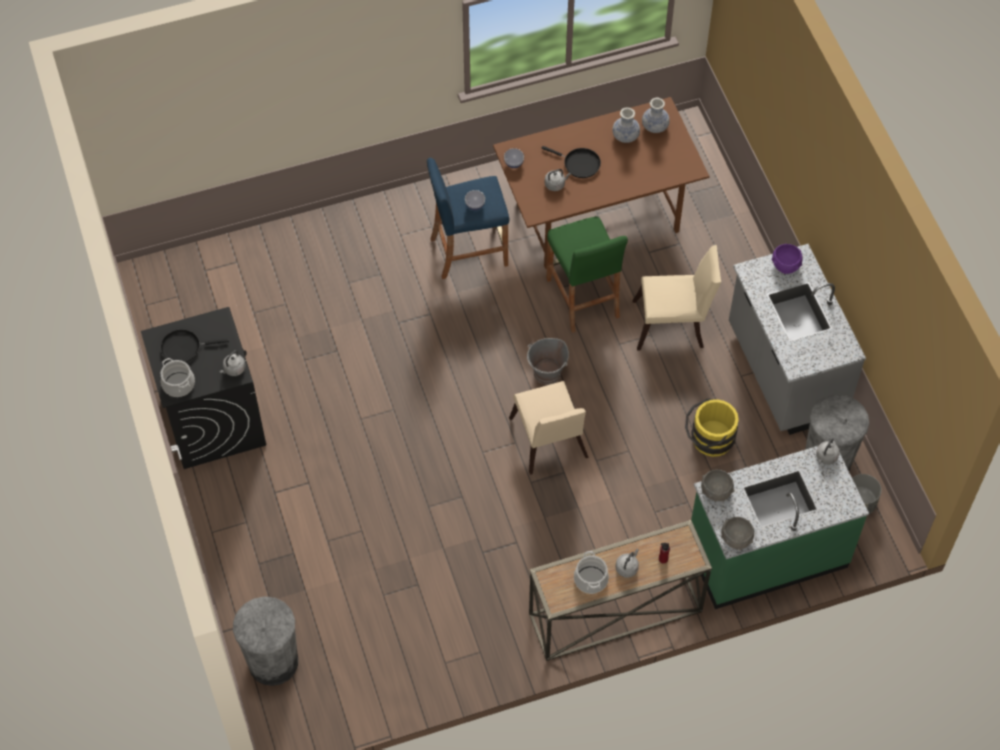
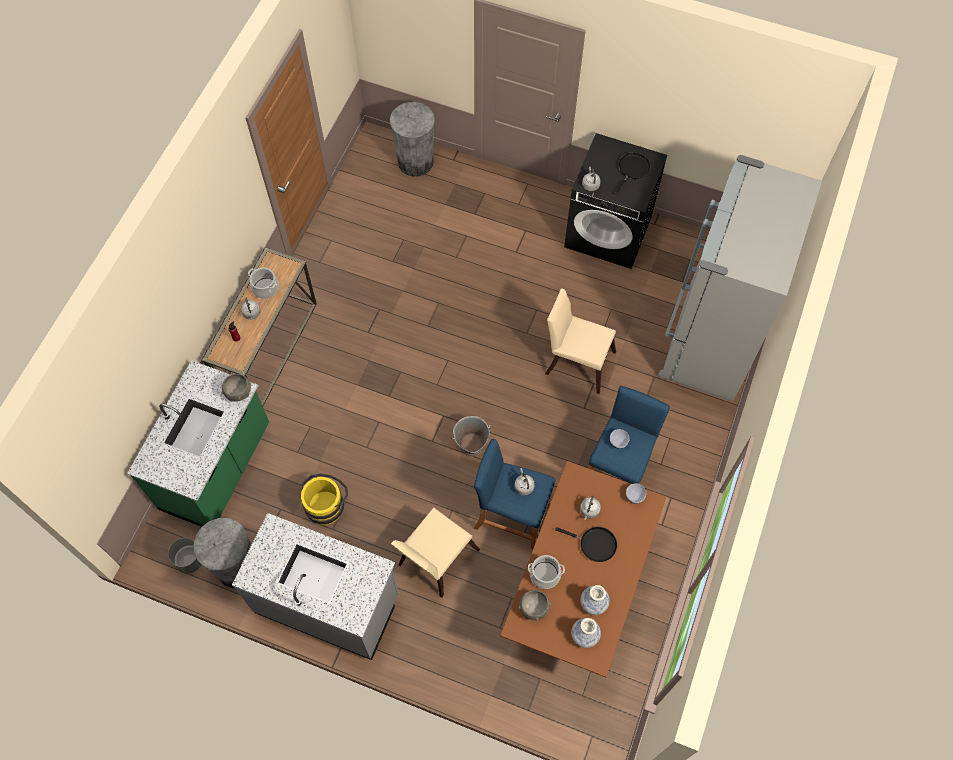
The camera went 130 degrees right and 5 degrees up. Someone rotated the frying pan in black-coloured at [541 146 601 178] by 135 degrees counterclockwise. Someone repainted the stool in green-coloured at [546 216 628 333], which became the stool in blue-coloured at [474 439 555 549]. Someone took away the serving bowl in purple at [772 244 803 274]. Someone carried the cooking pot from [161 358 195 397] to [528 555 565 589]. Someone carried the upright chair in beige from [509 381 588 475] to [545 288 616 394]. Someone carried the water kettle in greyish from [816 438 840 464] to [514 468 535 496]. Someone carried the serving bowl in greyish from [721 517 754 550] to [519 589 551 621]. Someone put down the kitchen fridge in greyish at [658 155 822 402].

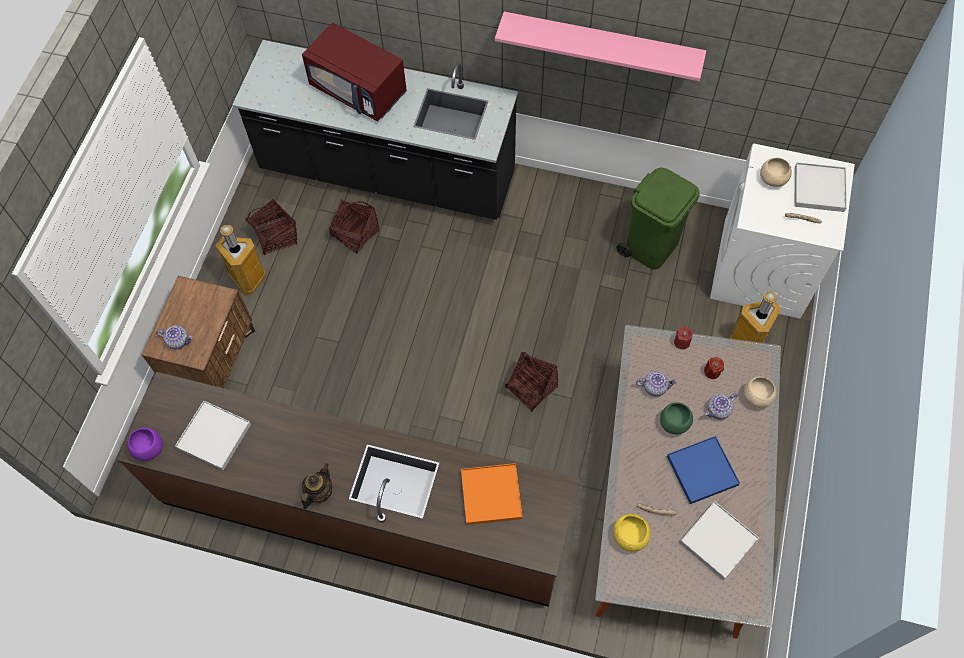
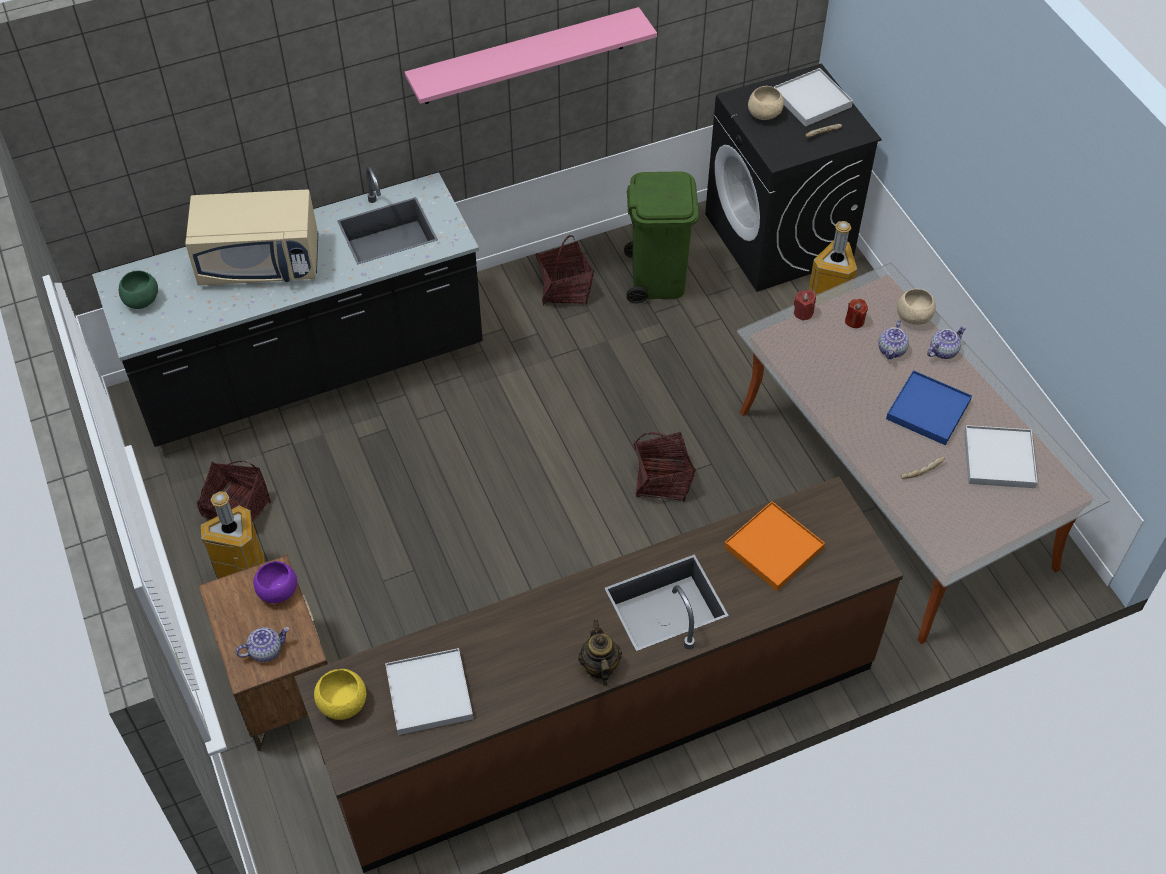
The camera went 40 degrees left and 10 degrees down. Someone repainted the microwave in reddish at [302 23 407 122], which became the microwave in beige at [185 189 318 286]. Someone repainted the laundry appliance in white at [710 144 855 319], which became the laundry appliance in black-coloured at [705 63 882 292]. Someone carried the household basket from [329 199 379 254] to [536 235 594 305]. Someone carried the teapot from [636 371 678 396] to [927 326 966 359]. Someone carried the serving bowl in green-coloured from [660 402 693 434] to [119 271 158 309]. Someone carried the serving bowl in purple from [127 427 163 461] to [253 561 297 603]. Someone carried the serving bowl in yellow from [613 514 651 552] to [314 669 366 720].

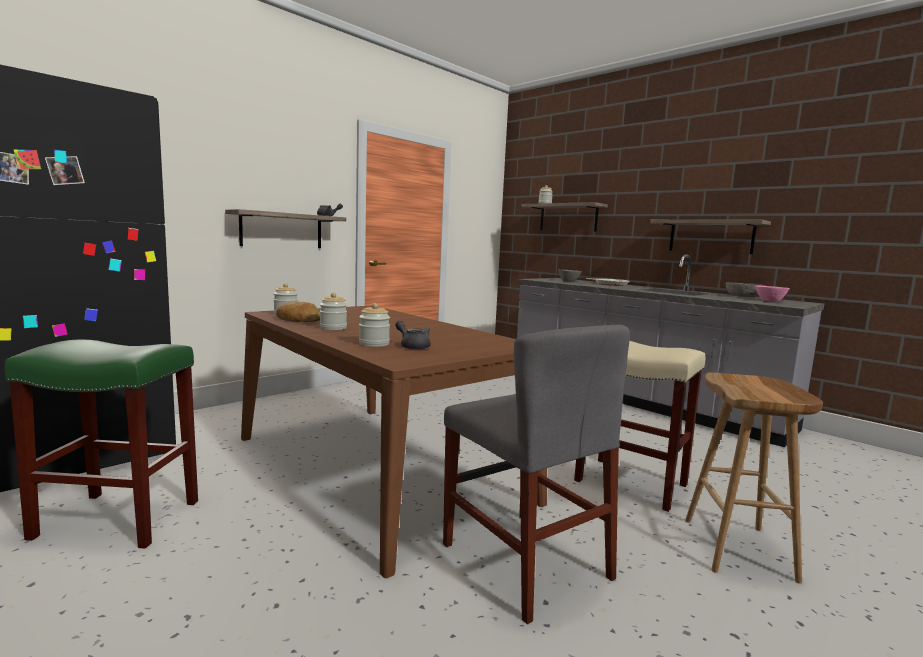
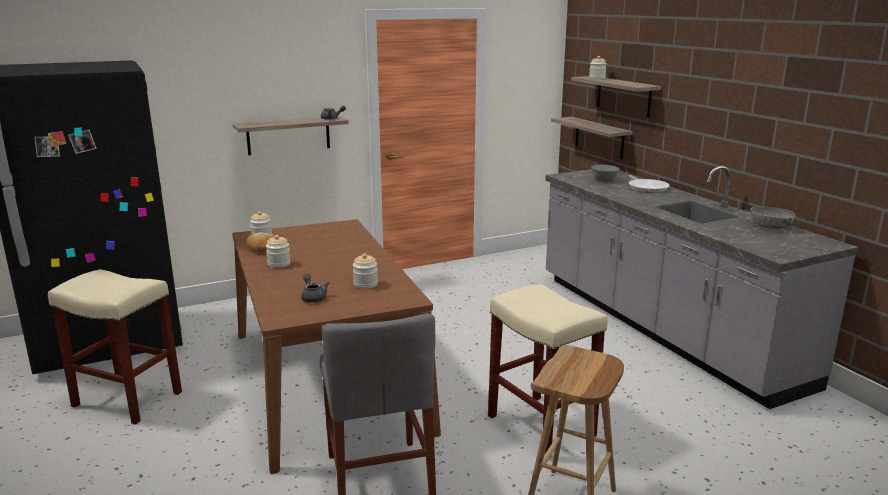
The camera went 20 degrees right and 10 degrees up. Someone carried the shelf from [650 219 771 254] to [551 117 633 159]. Someone took away the serving bowl in pinkish at [754 286 790 302]. Someone carried the jar from [359 303 390 347] to [353 254 378 289]. Someone repainted the stool in green-coloured at [4 339 198 548], which became the stool in beige at [48 269 182 425].

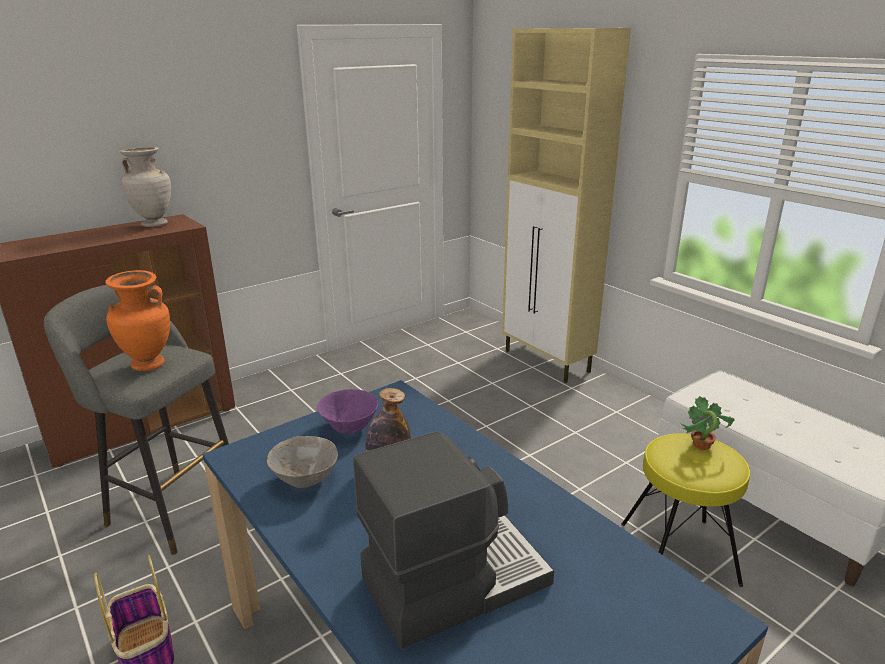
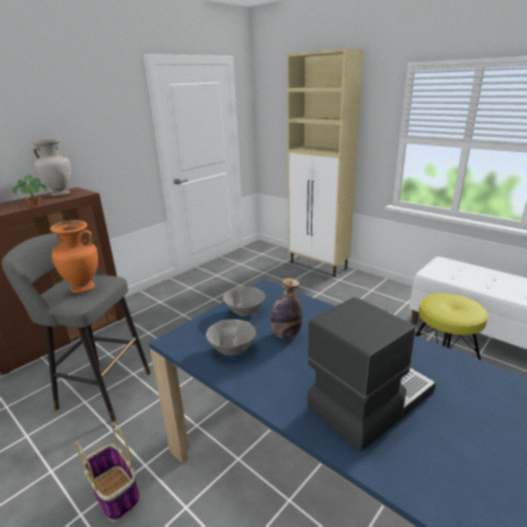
The camera went 10 degrees left and 0 degrees up. Someone repainted the serving bowl in purple at [317 389 378 434], which became the serving bowl in greyish at [223 287 265 317]. Someone carried the plant in a pot from [680 396 735 450] to [12 175 49 206].

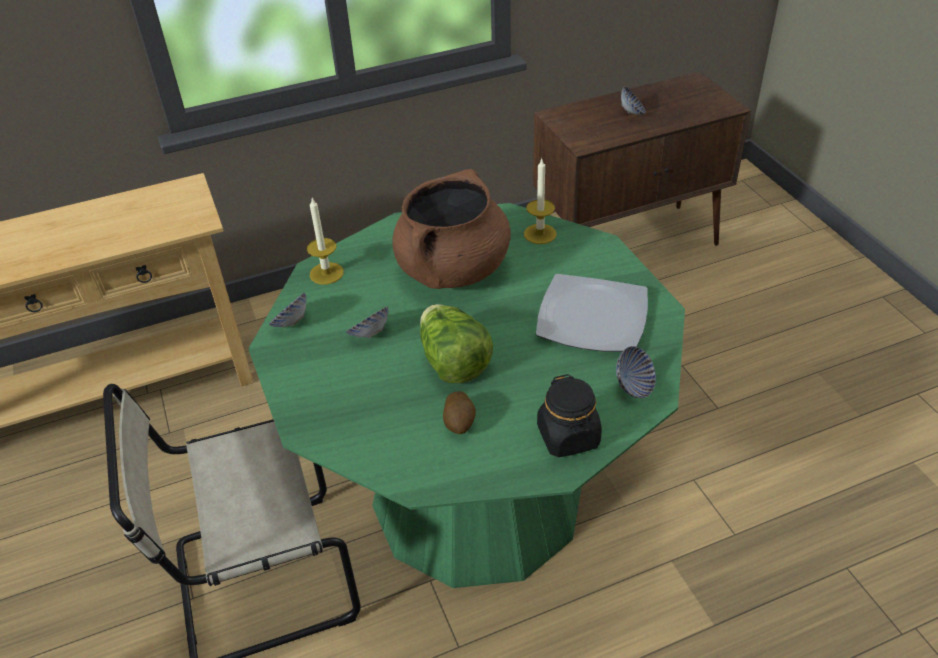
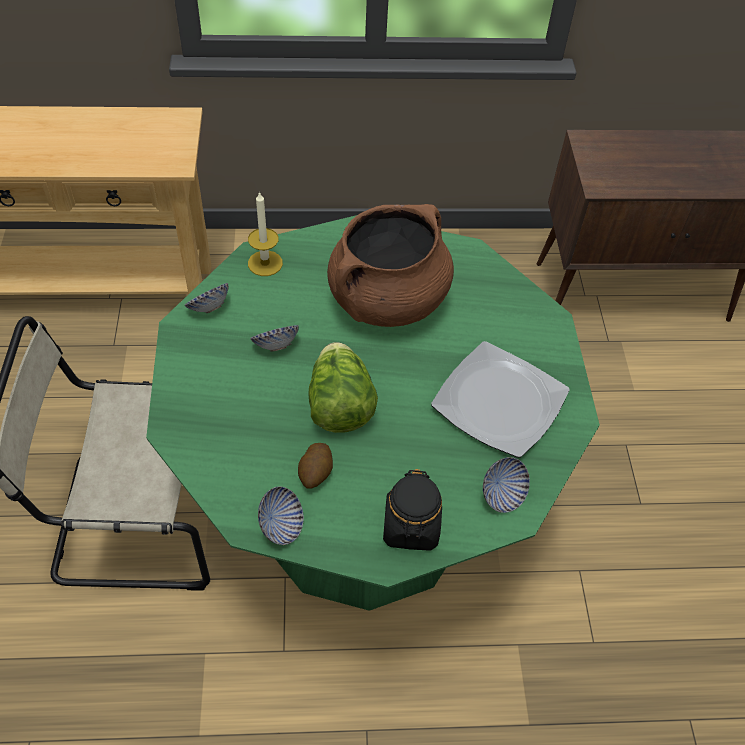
The camera went 15 degrees right and 10 degrees up. Someone carried the serving bowl from [621 86 646 115] to [258 487 304 545]. Someone took away the wax candle at [524 159 557 244].

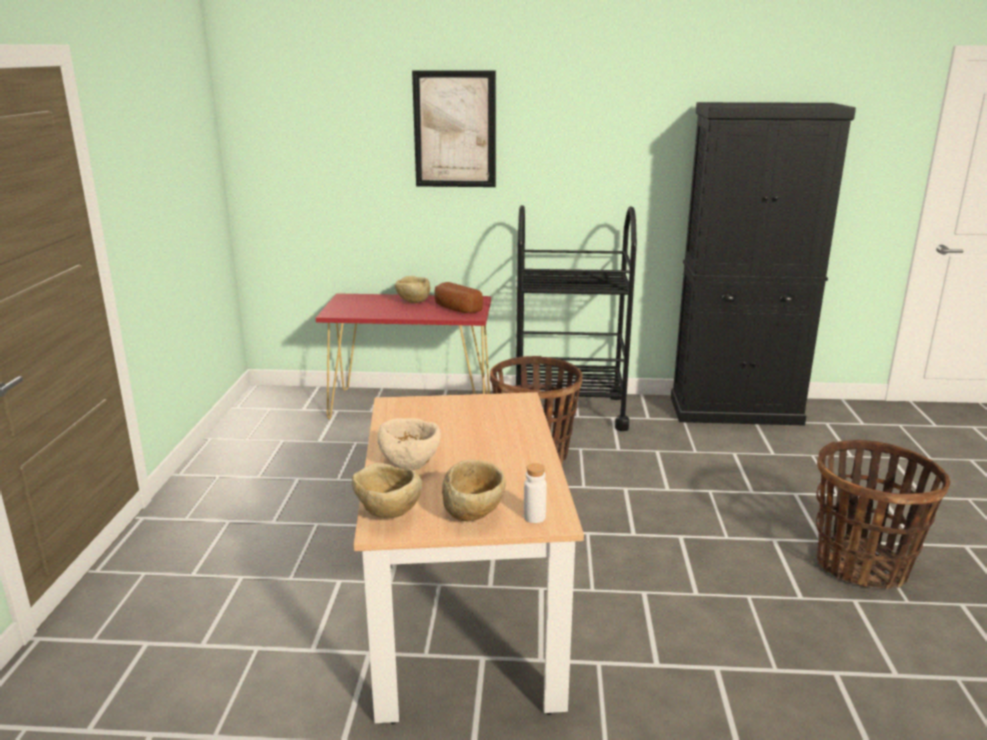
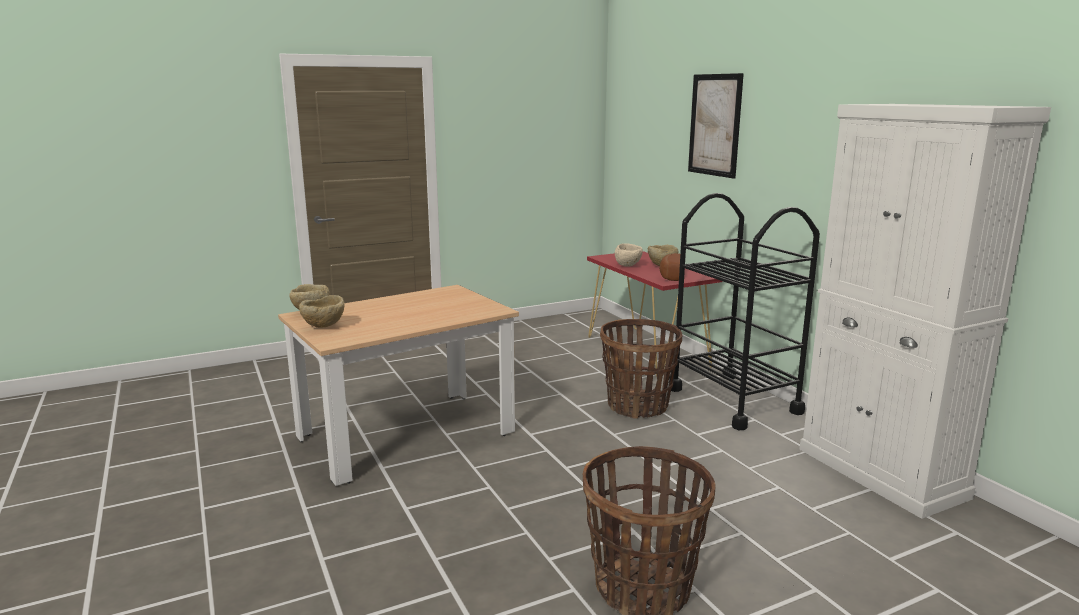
The camera went 60 degrees right and 5 degrees down. Someone repainted the cabinet in black-coloured at [671 102 856 426], which became the cabinet in white at [799 104 1051 519]. Someone carried the serving bowl in beige from [378 418 441 470] to [615 243 643 267]. Someone took away the beverage bottle in white at [524 463 547 523].

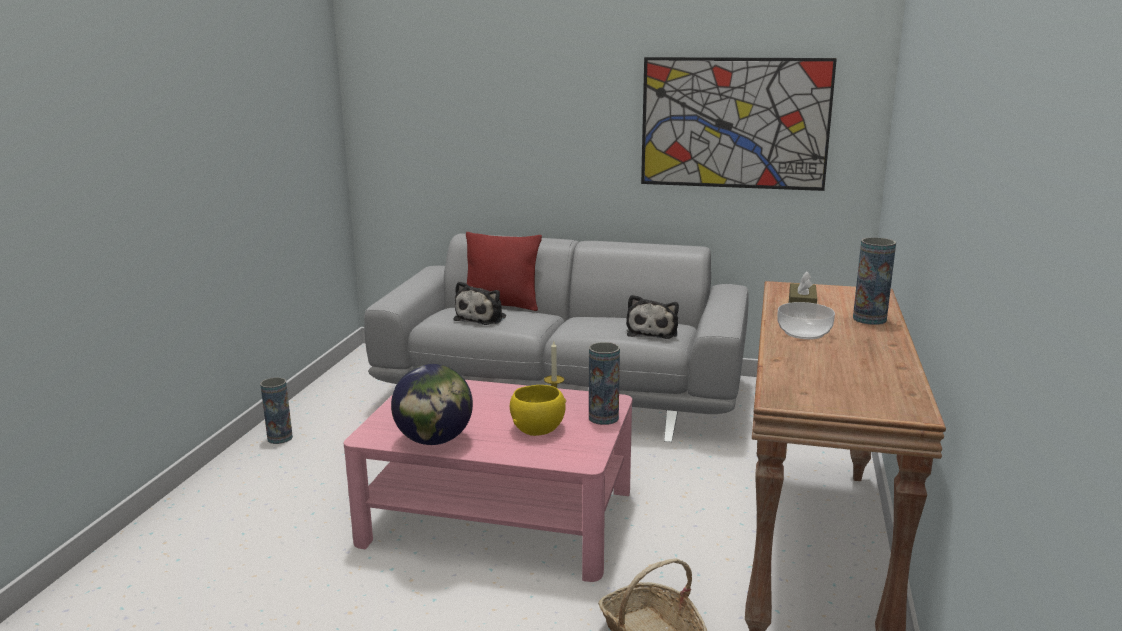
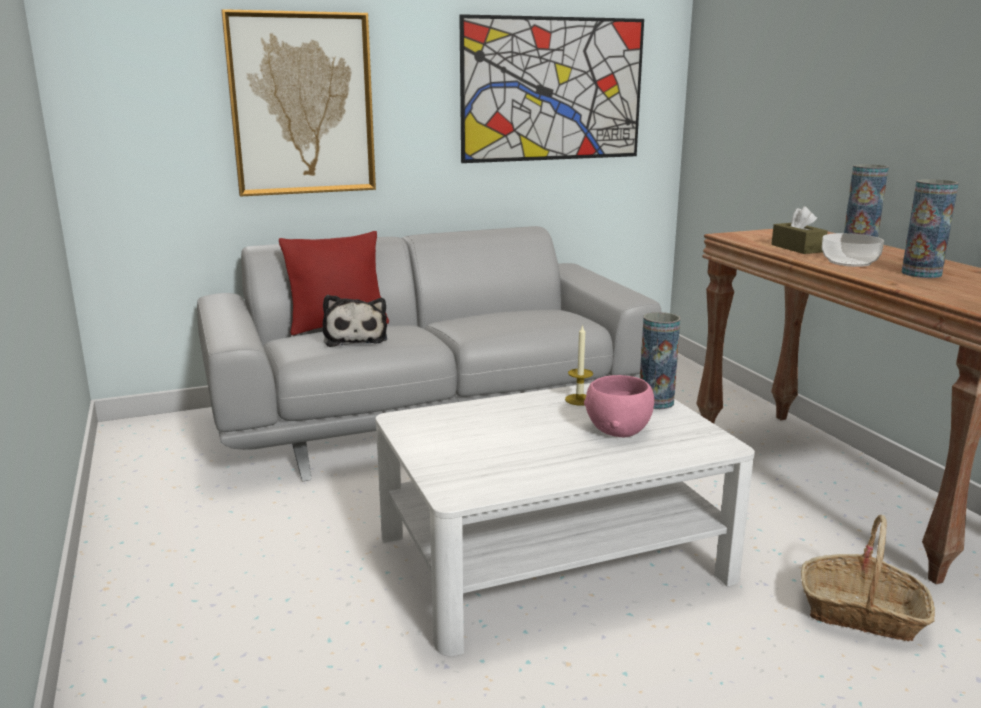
The camera went 35 degrees left and 0 degrees up. Someone took away the soft toy at [626 295 679 339]. Someone took away the globe at [391 364 473 445]. Someone carried the decorative vase from [260 377 293 444] to [902 179 959 278]. Someone repainted the coffee table in pinkish at [344 380 632 582], which became the coffee table in white at [375 378 755 656]. Someone repainted the serving bowl in yellow at [510 385 566 436], which became the serving bowl in pinkish at [584 375 654 437]. Someone put up the picture at [221 9 376 197].

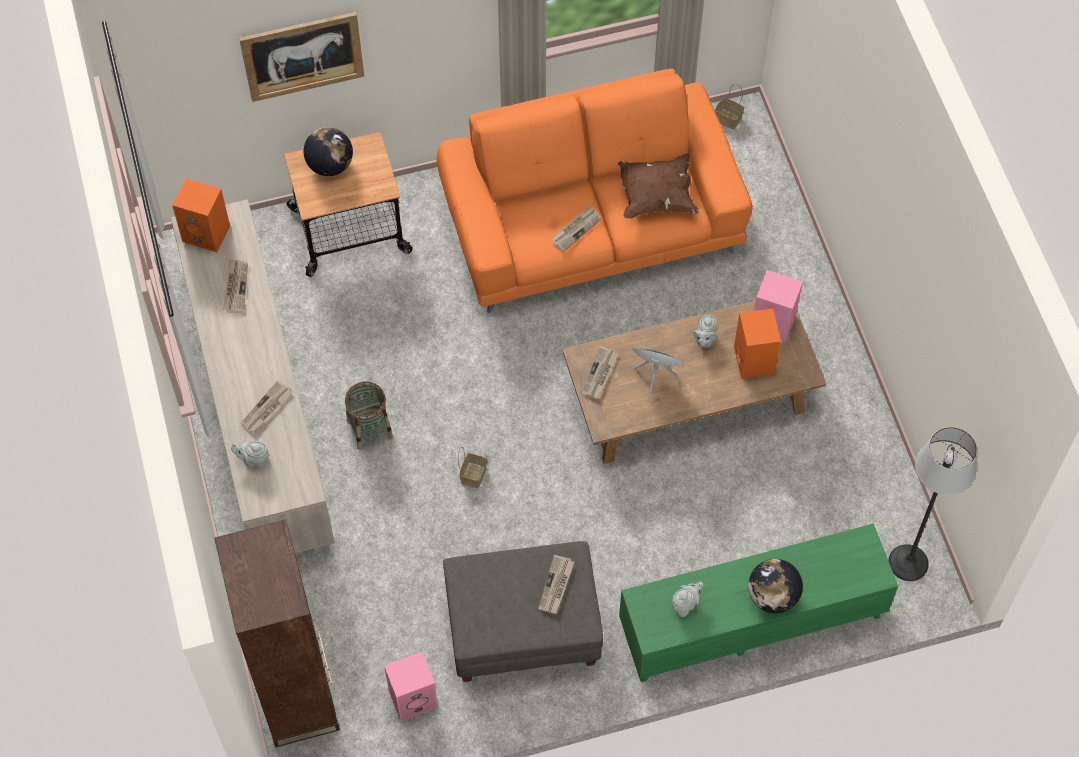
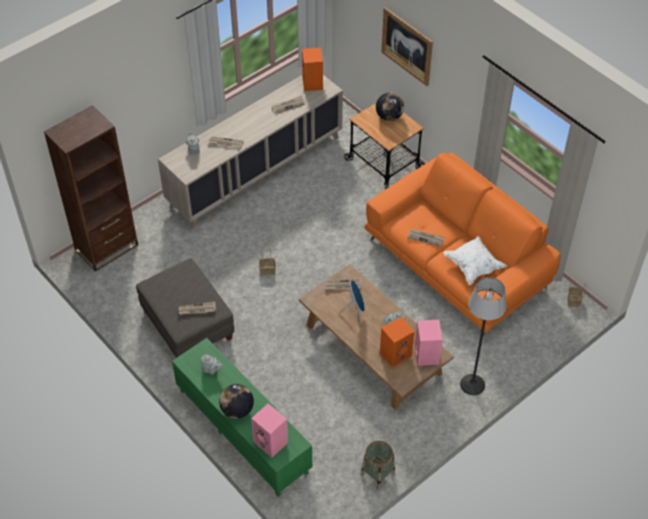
The camera went 65 degrees right and 10 degrees down. Someone repainted the pillow in brown at [617 153 699 219], which became the pillow in white at [443 236 507 285]. Someone carried the household basket from [345 382 393 450] to [361 441 395 490]. Someone carried the standard lamp from [888 427 977 581] to [460 277 506 395]. Someone carried the speaker in pinkish from [384 652 438 721] to [251 404 288 457].

